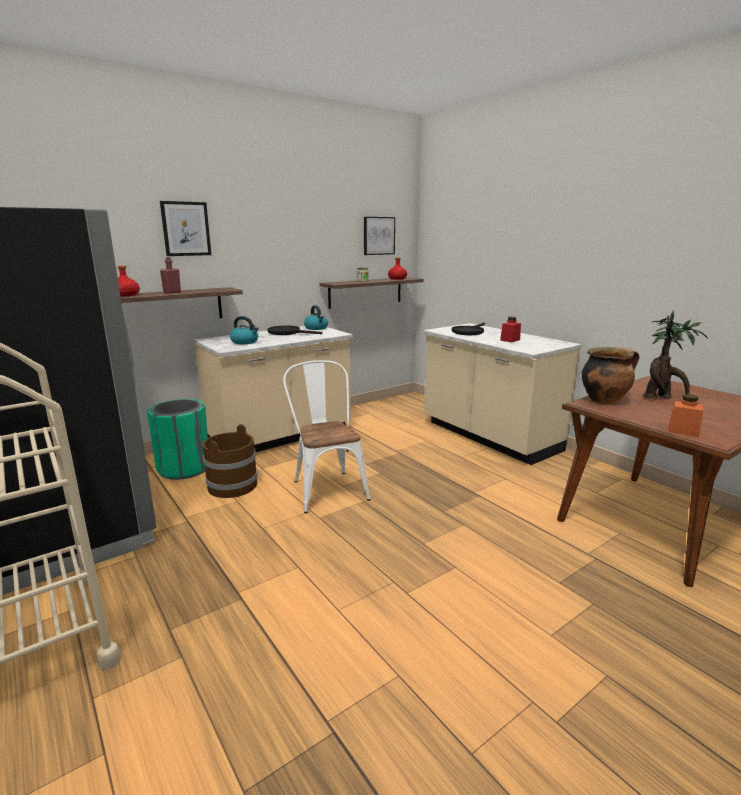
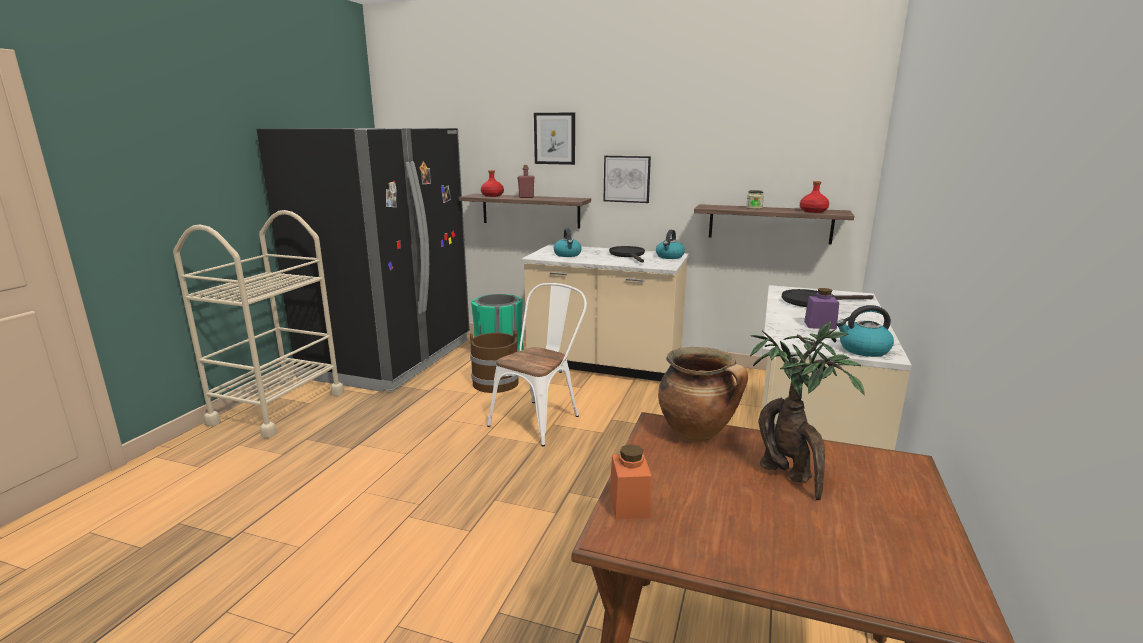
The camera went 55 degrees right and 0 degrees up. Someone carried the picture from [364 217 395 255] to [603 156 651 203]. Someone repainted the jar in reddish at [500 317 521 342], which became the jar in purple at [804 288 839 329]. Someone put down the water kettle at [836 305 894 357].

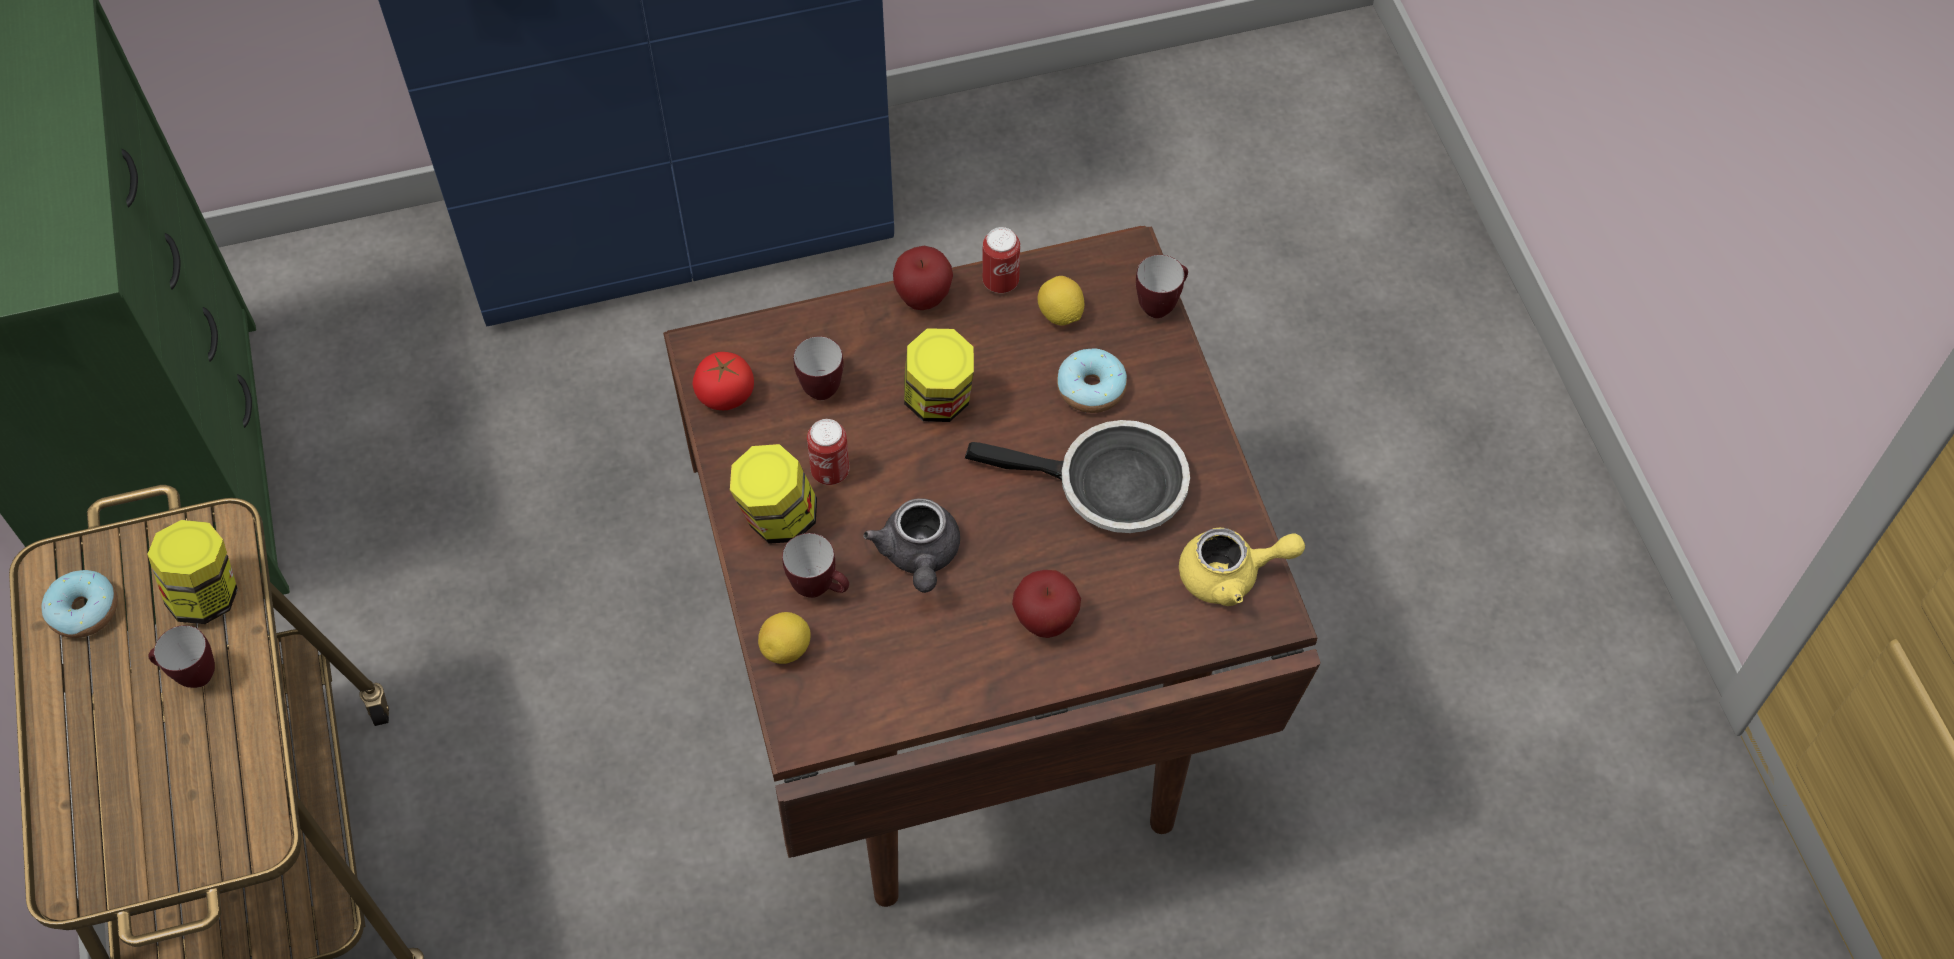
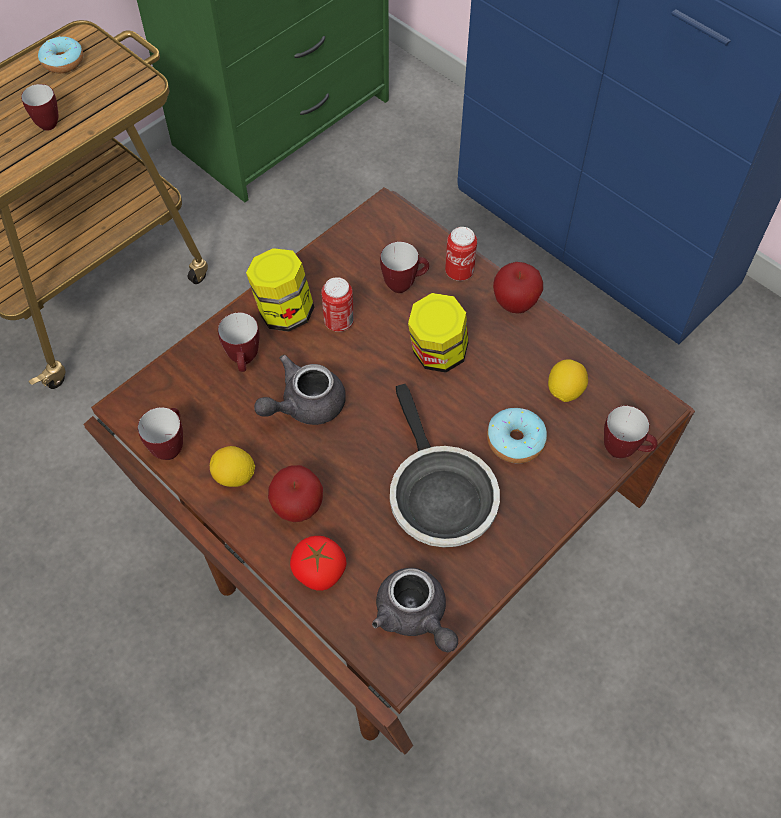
The camera went 60 degrees right and 0 degrees up. Someone carried the can from [982 227 1020 293] to [445 227 477 281]. Someone carried the fresh tomato from [693 352 754 410] to [290 536 346 591]. Someone took away the jar at [147 520 238 624]. Someone repainted the teapot in yellow at [1179 528 1305 606], which became the teapot in greyish at [372 568 458 652]. Someone carried the whole lemon from [758 612 811 664] to [210 446 255 487]. Someone put down the mug at [138 407 183 460].

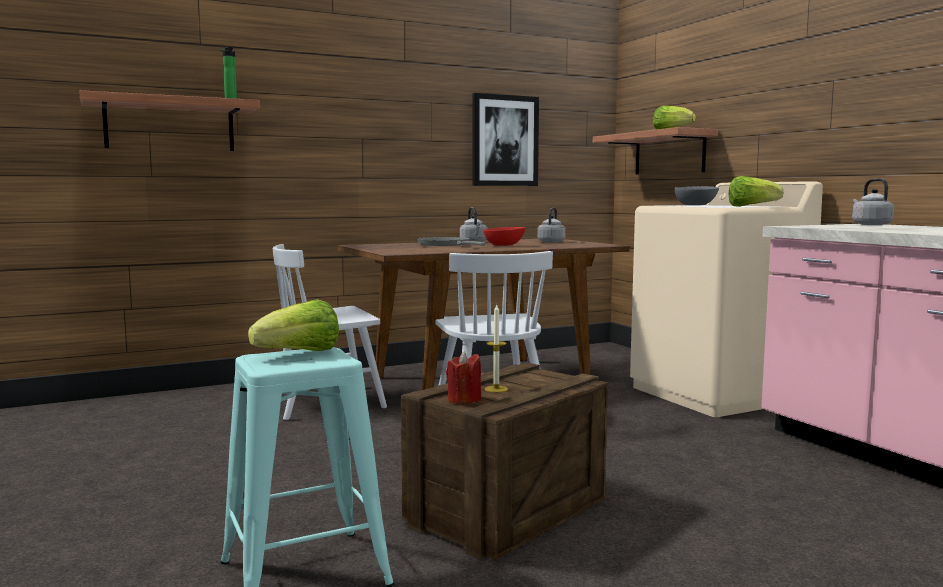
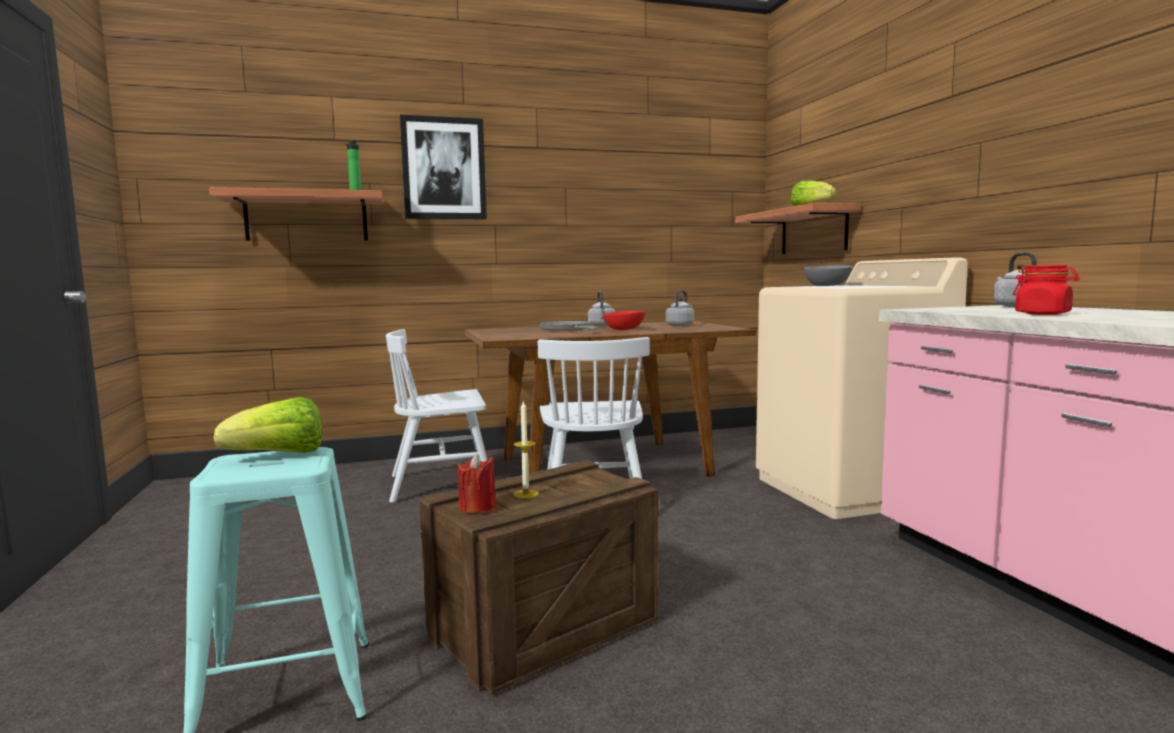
The camera went 10 degrees right and 0 degrees up. Someone carried the picture from [472 93 539 186] to [400 115 487 219]. Someone took away the lettuce head at [729 176 783 207]. Someone put down the jar in reddish at [1013 265 1080 315].

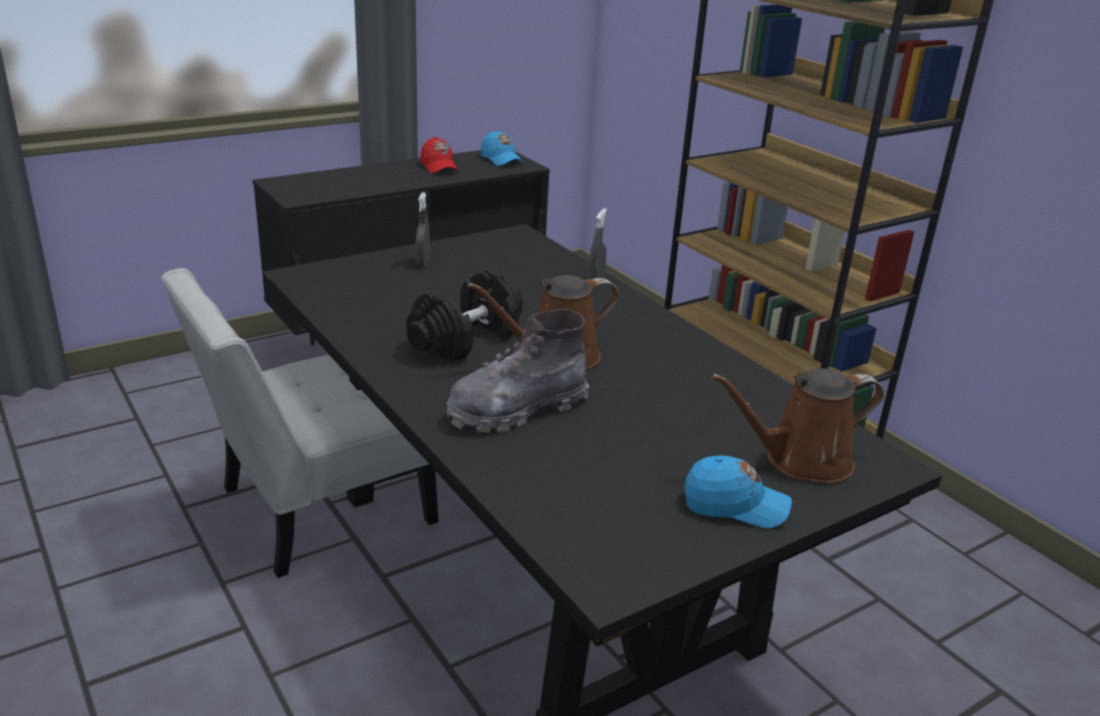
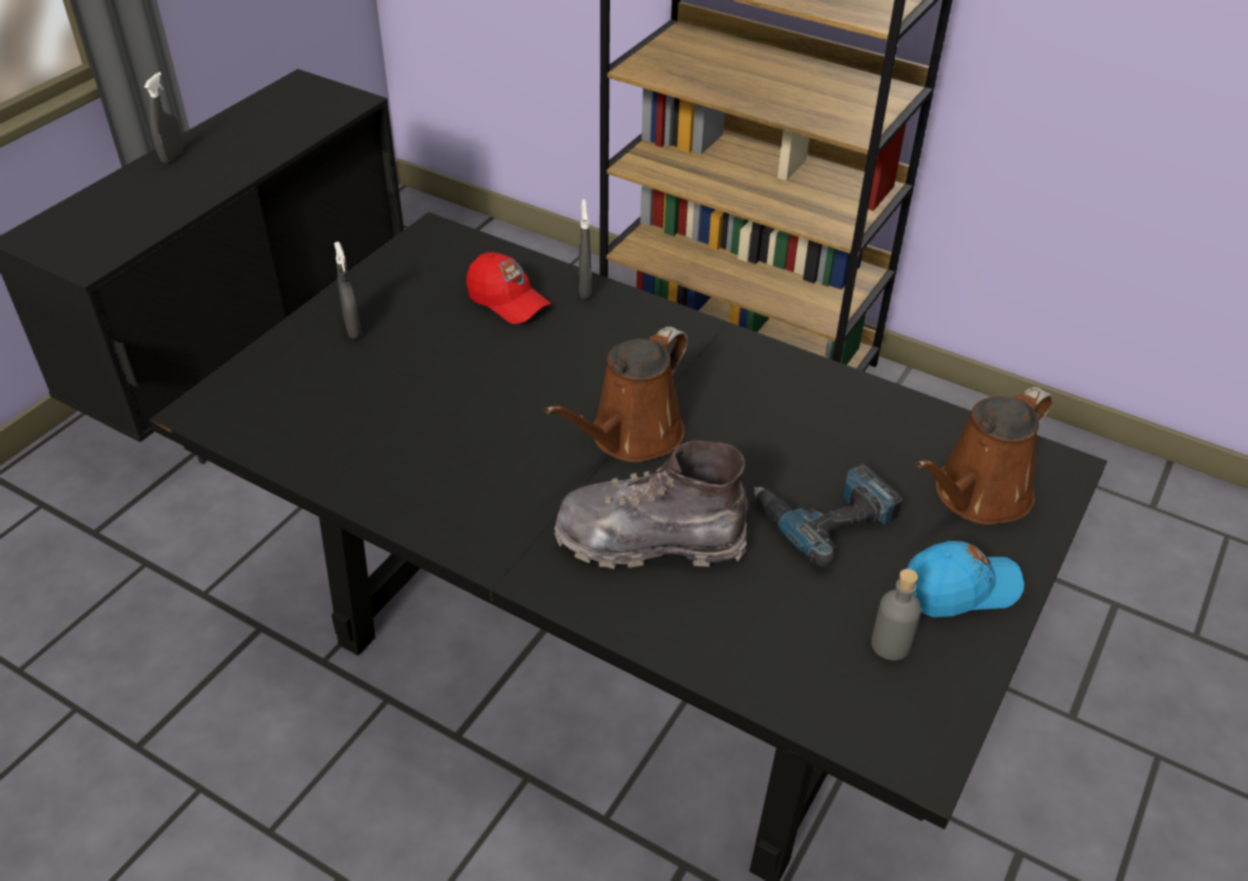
The camera went 25 degrees left and 15 degrees up. Someone took away the baseball cap in blue-coloured at [481 130 523 166]. Someone carried the baseball cap in reddish from [420 137 459 173] to [466 252 552 324]. Someone took away the upright chair in white at [161 268 439 578]. Someone took away the free weight in black-coloured at [406 270 523 362]. Someone rotated the tall boot in greyish at [447 309 589 433] by 60 degrees clockwise. Someone put down the spray bottle in greyish at [144 72 184 164]. Someone put down the drill at [754 464 903 567]. Someone put down the beverage bottle in greyish at [871 569 921 660].

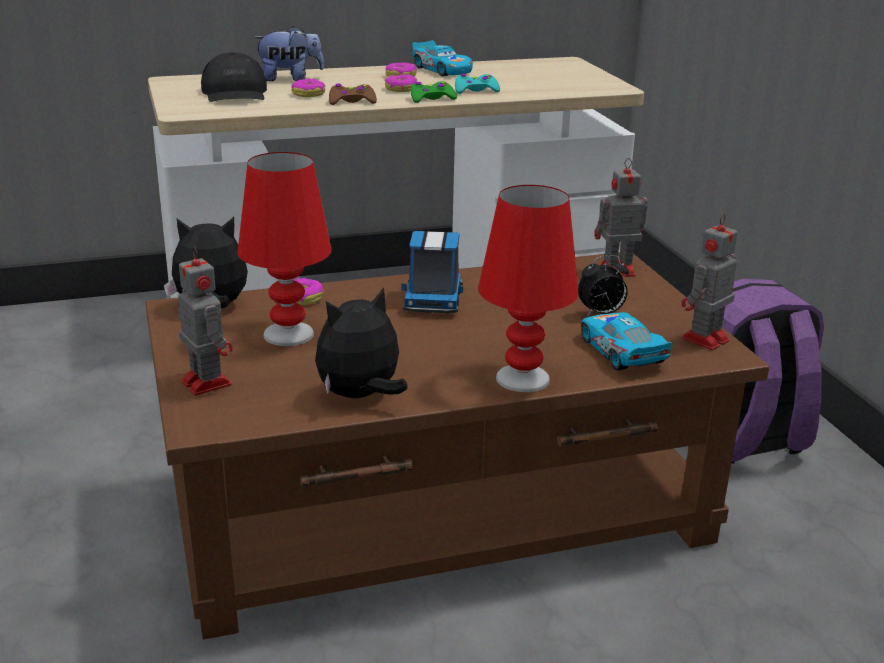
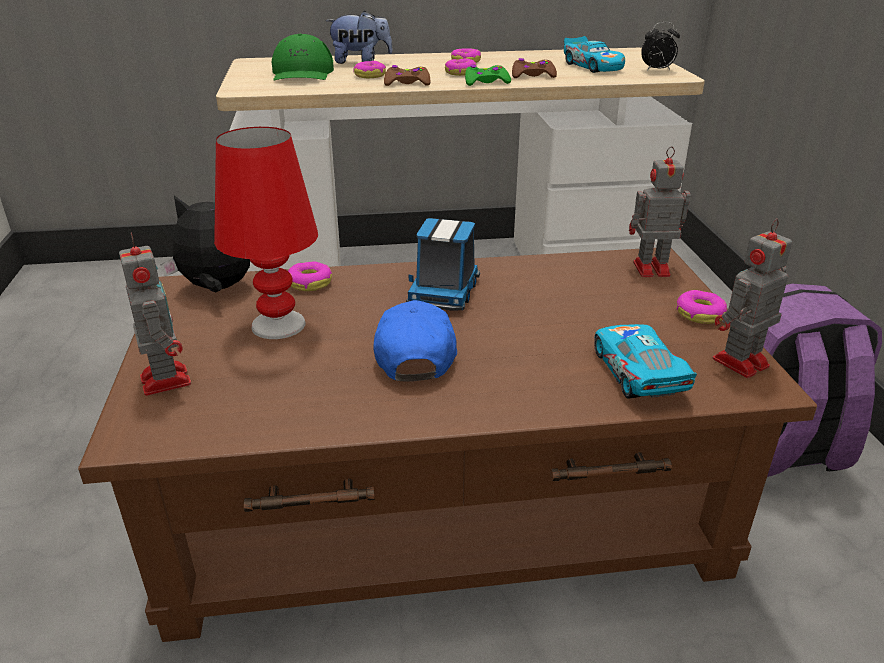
The camera went 10 degrees right and 5 degrees up. Someone carried the model car from [412 40 473 76] to [564 36 625 73]. Someone repainted the baseball cap in black-coloured at [201 52 267 102], which became the baseball cap in green-coloured at [272 34 334 81]. Someone repainted the joypad in turquoise-coloured at [455 73 500 94], which became the joypad in brown at [512 58 557 78]. Someone took away the lamp for a table in reddish at [478 185 579 392]. Someone carried the table clock from [578 255 629 317] to [641 22 680 71]. Someone took away the soft toy at [315 287 408 398]. Someone put down the donut at [676 290 727 324]. Someone put down the baseball cap in blue-coloured at [373 300 457 382].

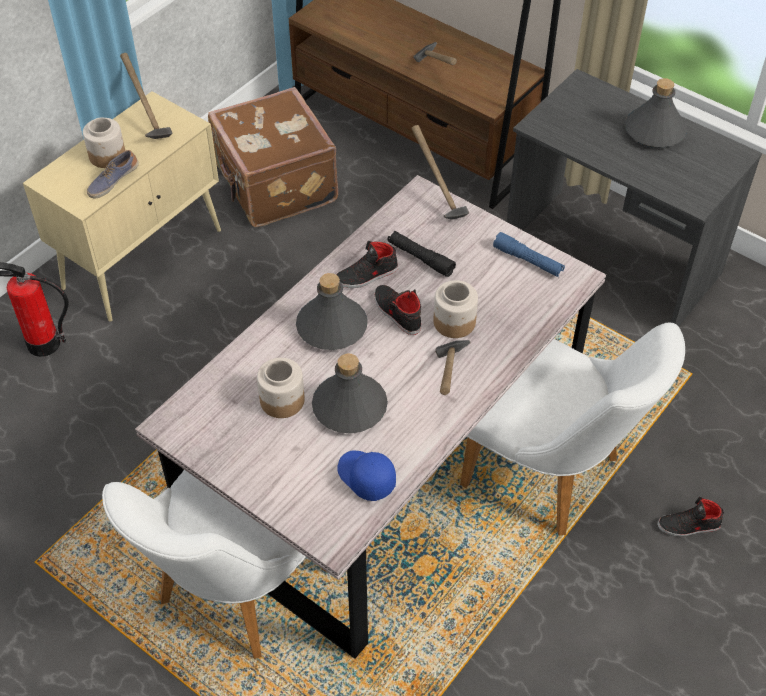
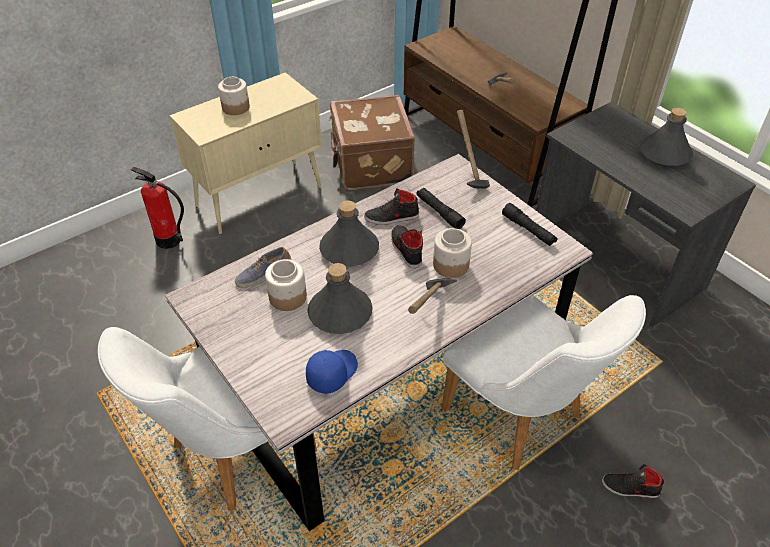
The camera went 15 degrees right and 5 degrees down. Someone took away the hammer at [120 53 172 139]. Someone carried the item of footwear from [87 150 139 198] to [235 247 291 288]. Someone repainted the hand torch in blue-coloured at [493 232 565 277], which became the hand torch in black-coloured at [502 203 558 246]. Someone rotated the baseball cap in blue-coloured at [337 451 396 501] by 60 degrees clockwise.

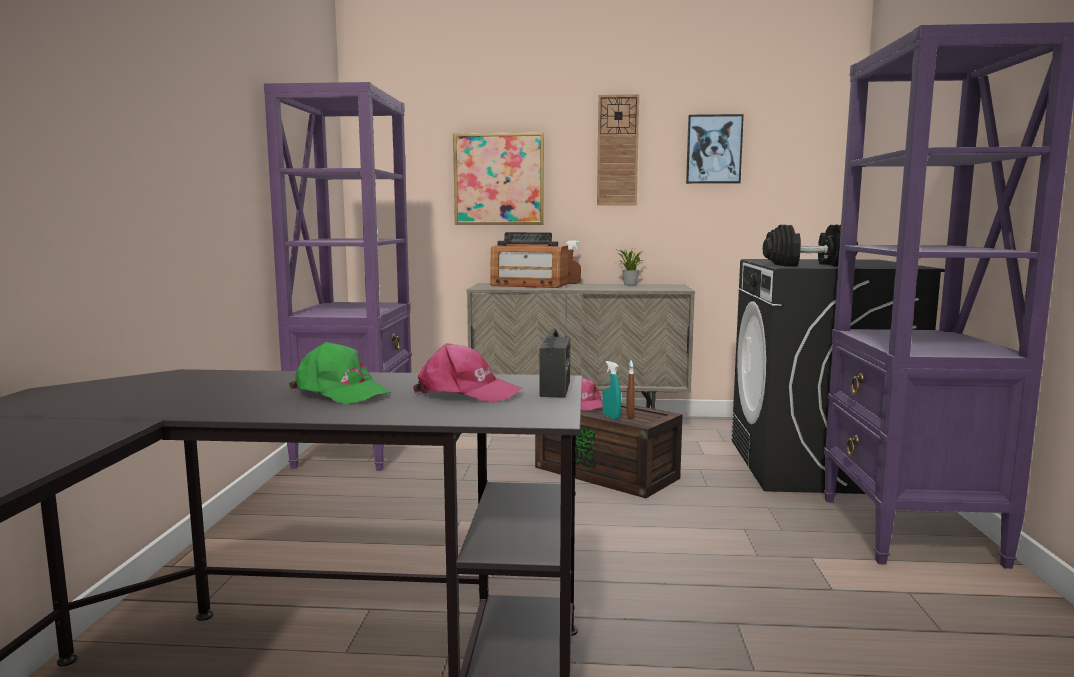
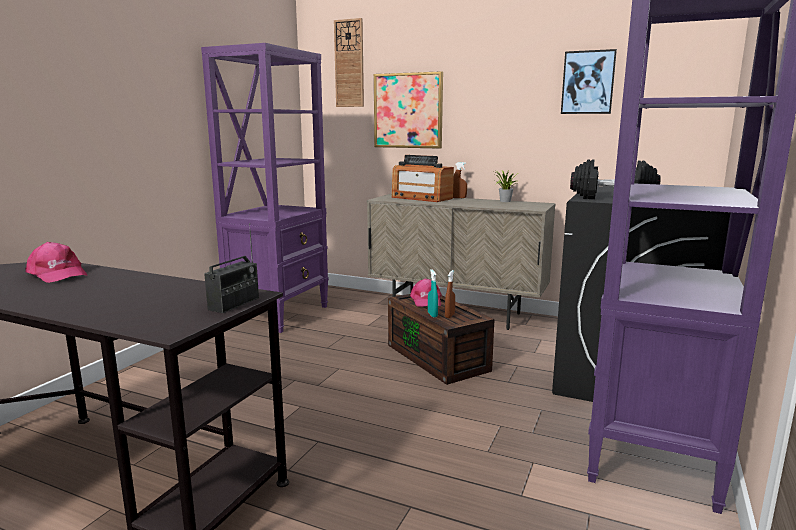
The camera went 20 degrees right and 5 degrees up. Someone carried the clock on the wall from [597 94 639 205] to [334 18 364 107]. Someone took away the baseball cap in green-coloured at [289 342 391 404]. Someone carried the baseball cap in pinkish from [413 343 522 403] to [25 242 88 283].

